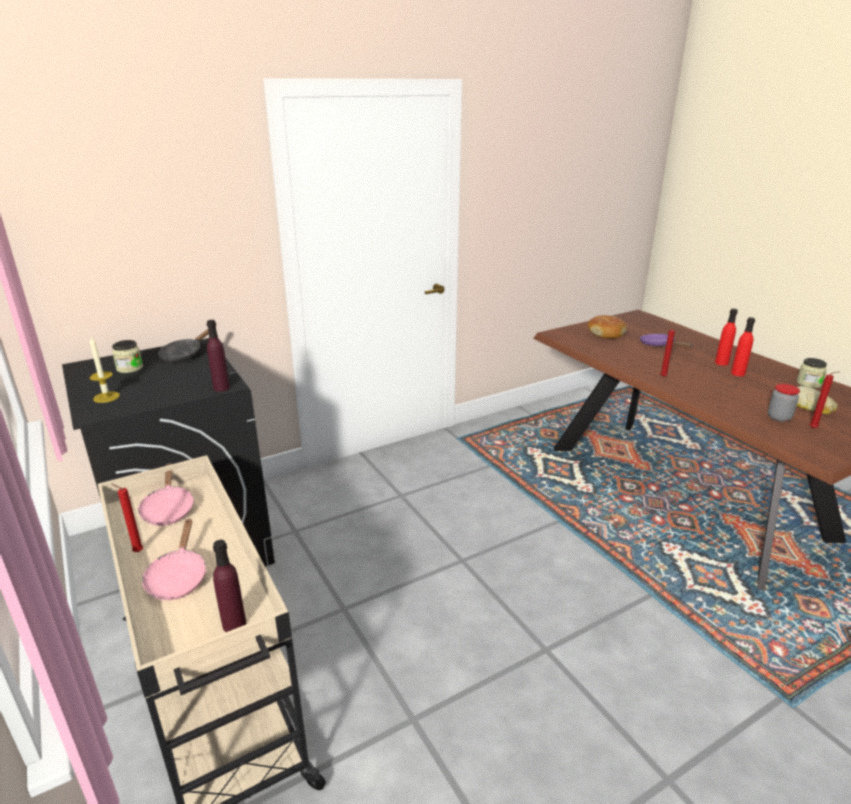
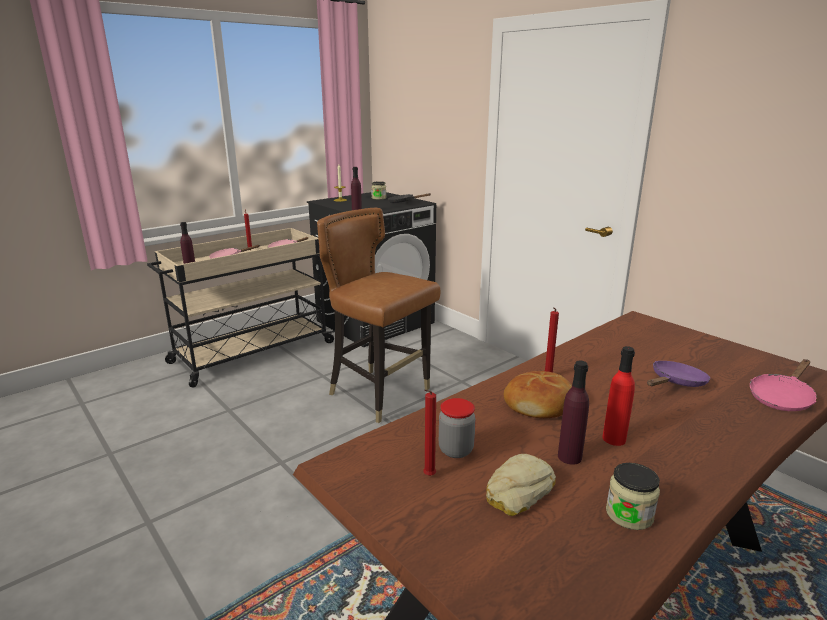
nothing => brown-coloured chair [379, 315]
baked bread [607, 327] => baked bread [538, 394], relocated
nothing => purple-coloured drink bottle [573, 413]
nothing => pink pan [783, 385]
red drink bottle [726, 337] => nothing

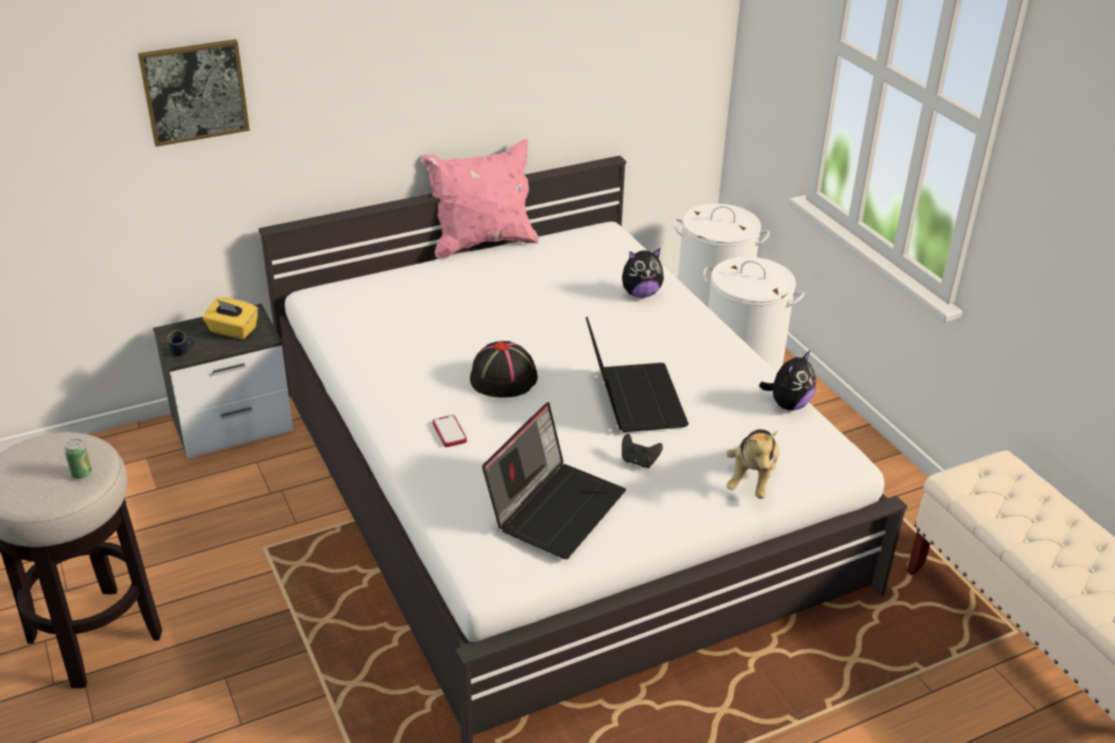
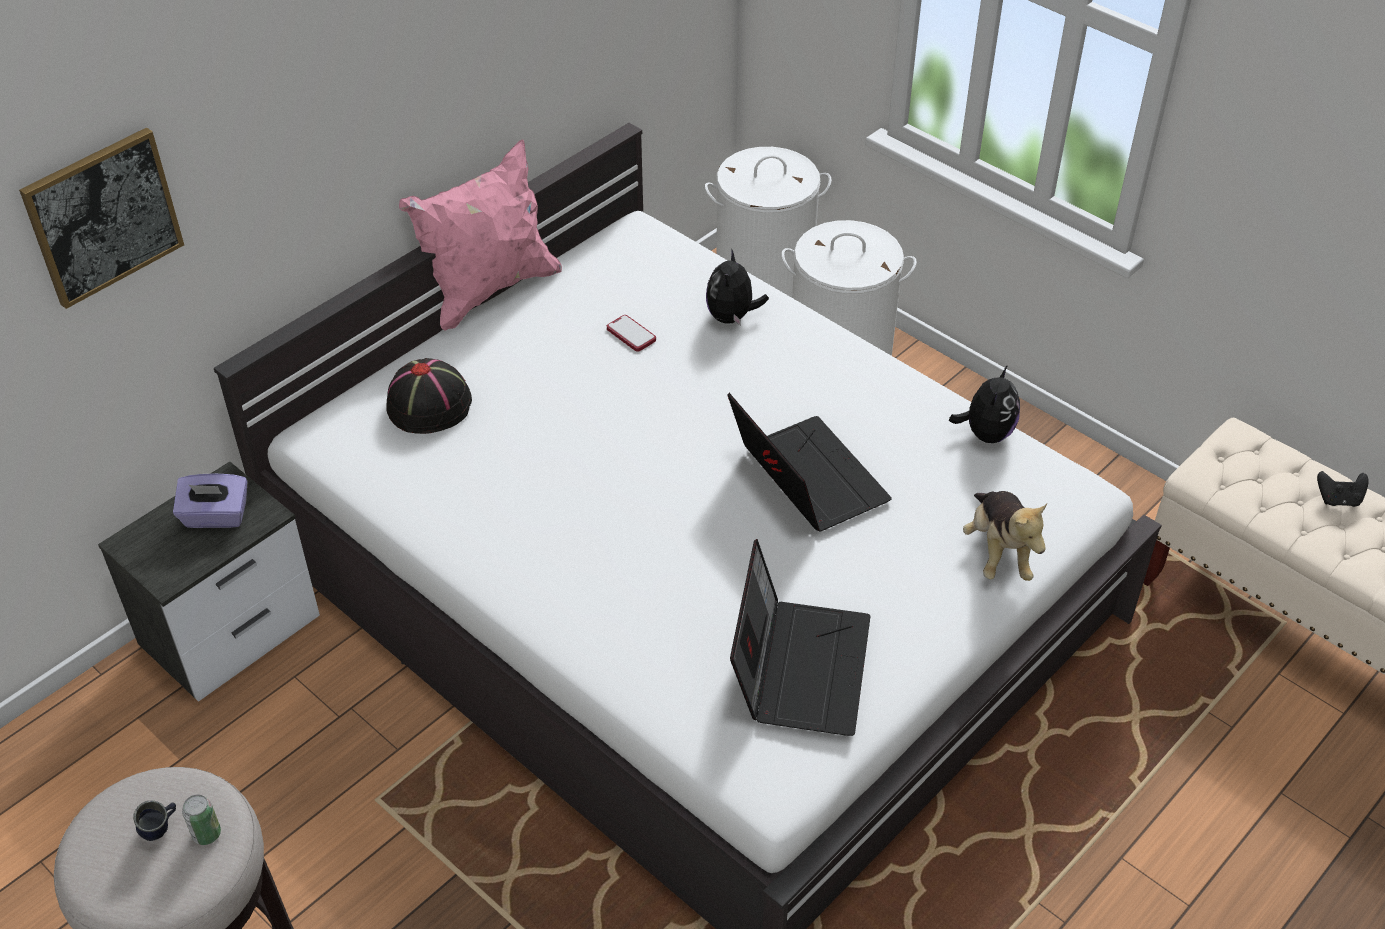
blue-coloured mug [180, 343] => blue-coloured mug [154, 820], relocated
yellow tissue box [230, 318] => purple-coloured tissue box [210, 500]
black clothing hat [504, 369] => black clothing hat [429, 396], relocated
telephone [450, 431] => telephone [631, 333], relocated
soft toy [643, 273] => soft toy [737, 287], 135 degrees clockwise
black joypad [642, 451] => black joypad [1343, 489], relocated

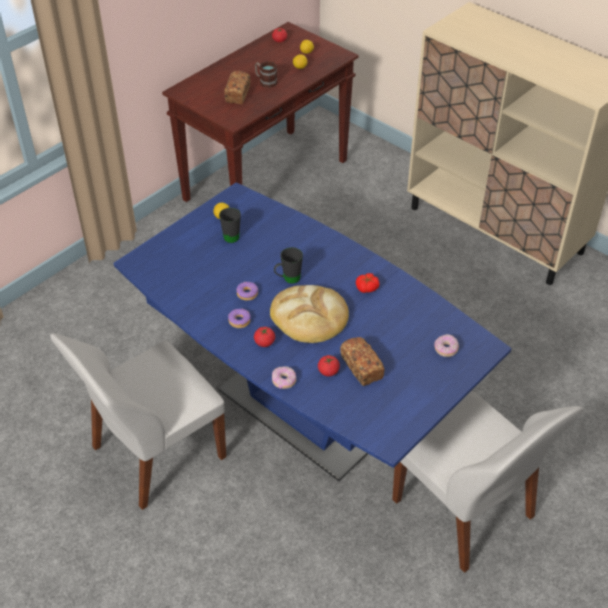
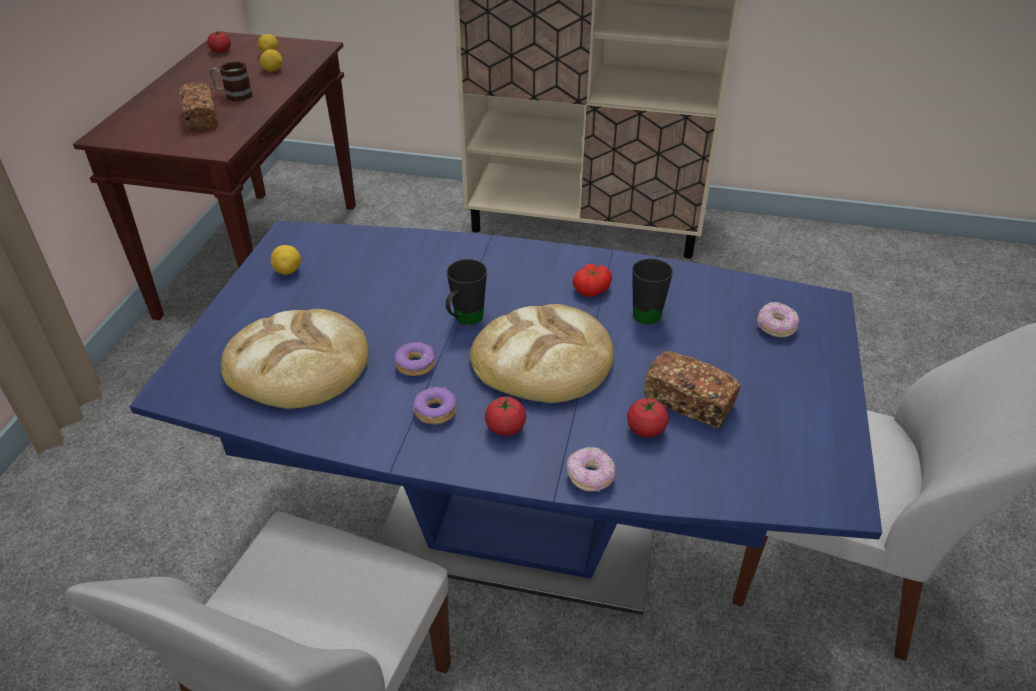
nothing => baked bread [295, 359]
black mug [230, 225] => black mug [652, 291], relocated

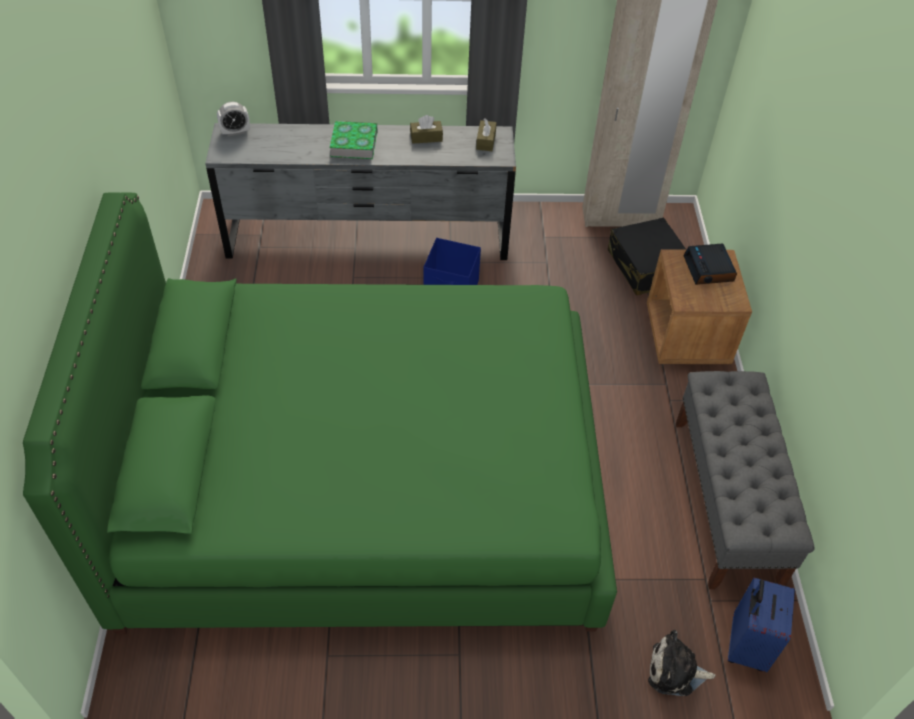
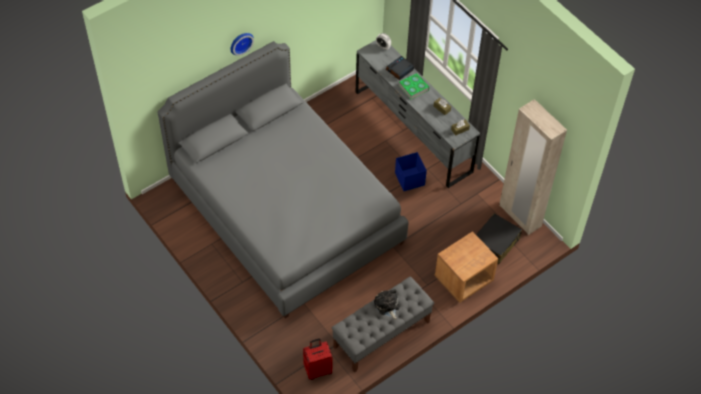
green bedroom bed [320, 413] => grey bedroom bed [283, 179]
nothing => hanging clock [242, 44]
blue-coloured piece of luggage [761, 624] => red piece of luggage [317, 359]
soft toy [682, 663] => soft toy [387, 304], relocated
alarm clock [710, 264] => alarm clock [400, 68], relocated

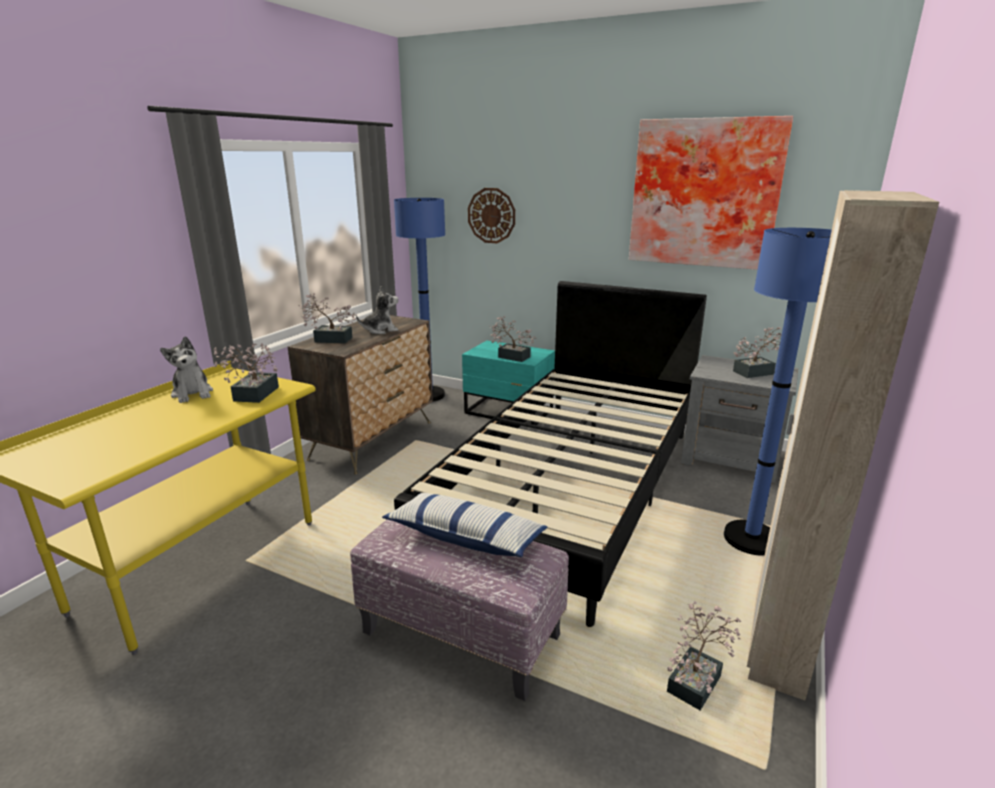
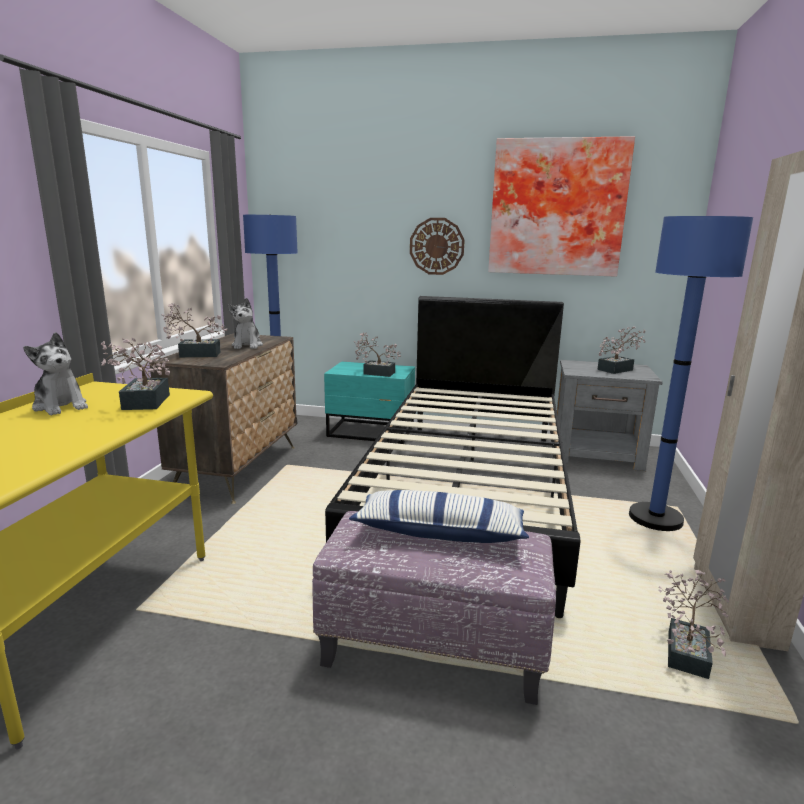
soft toy [377, 310] => soft toy [245, 323], 120 degrees clockwise
hanging clock [491, 215] => hanging clock [437, 246], relocated

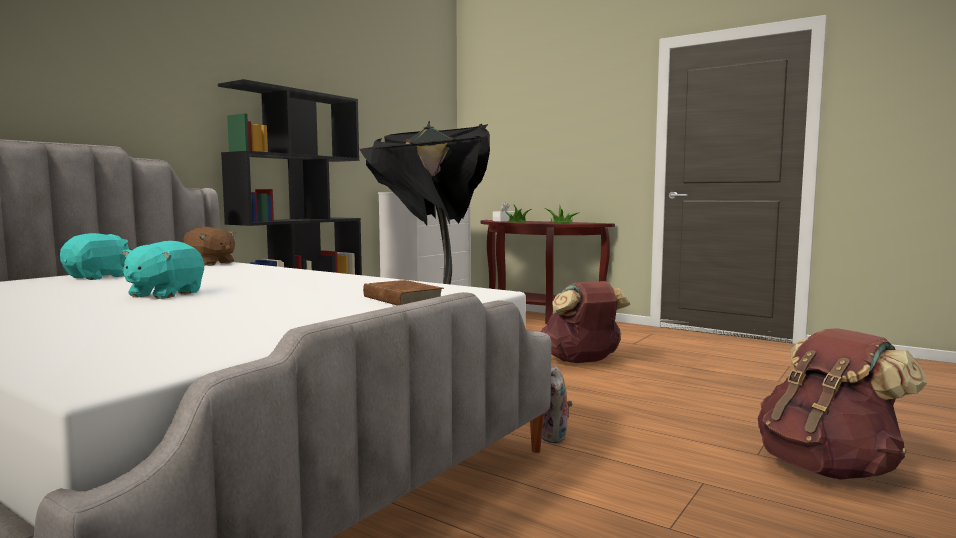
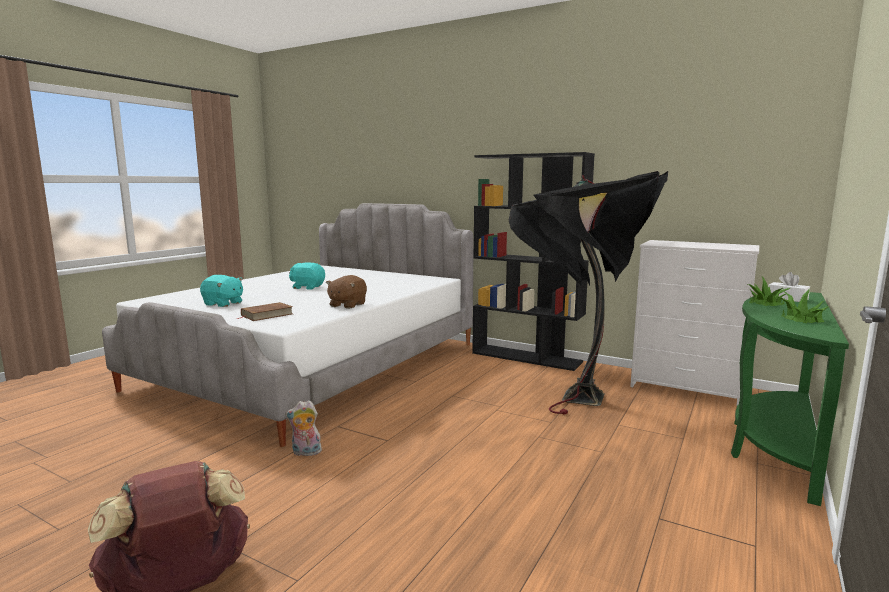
blue-green soft toy [95, 256] => blue-green soft toy [221, 291], relocated
brown-coloured soft toy [209, 246] => brown-coloured soft toy [346, 292], relocated
brown-coloured hall table [547, 272] => green hall table [790, 399]
brown-coloured backpack [585, 322] => nothing

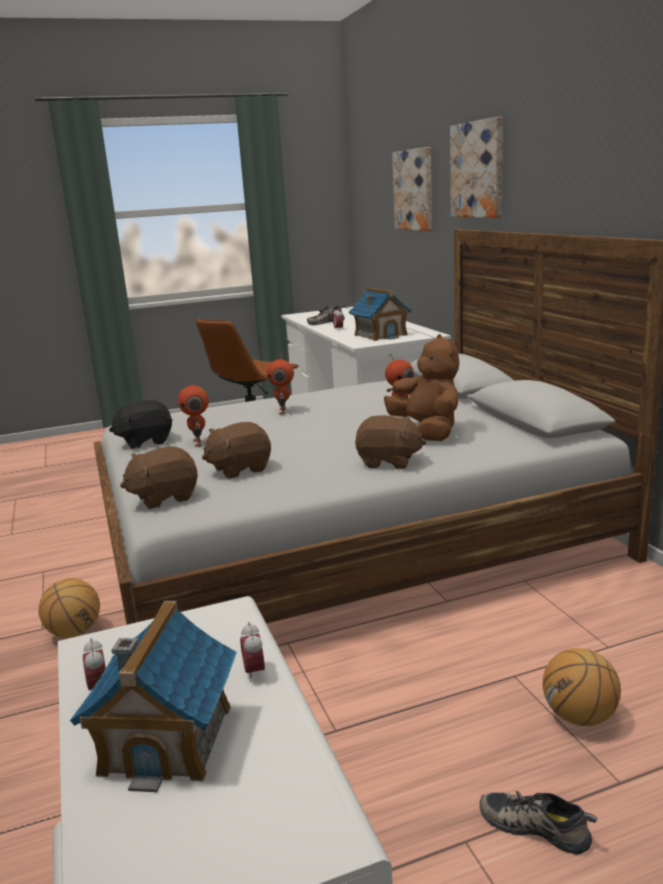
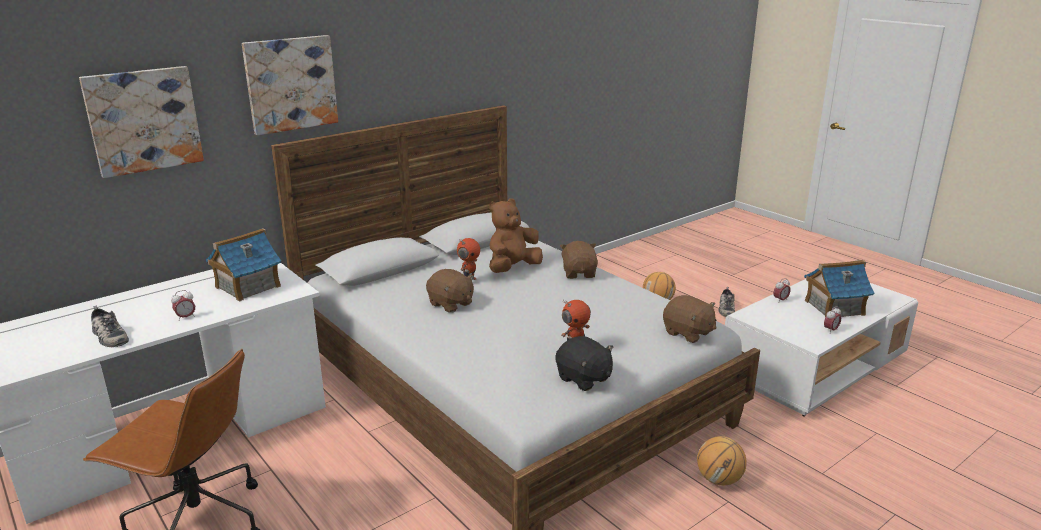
brown-coloured soft toy [236, 450] => brown-coloured soft toy [450, 291], relocated
model robot [280, 383] => nothing

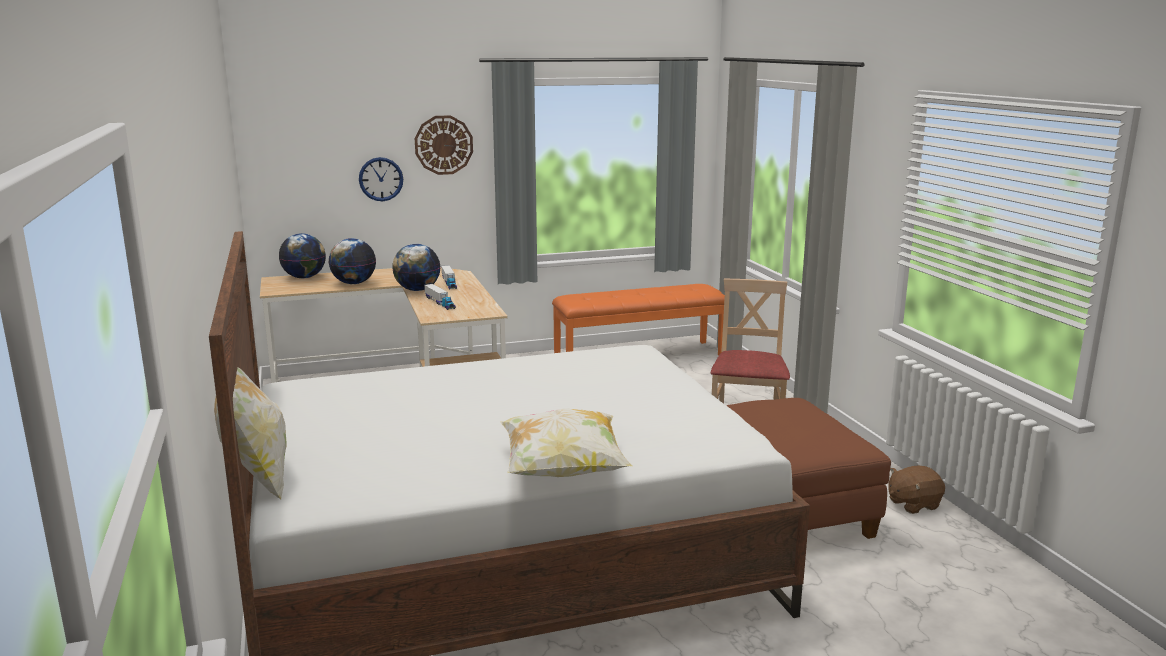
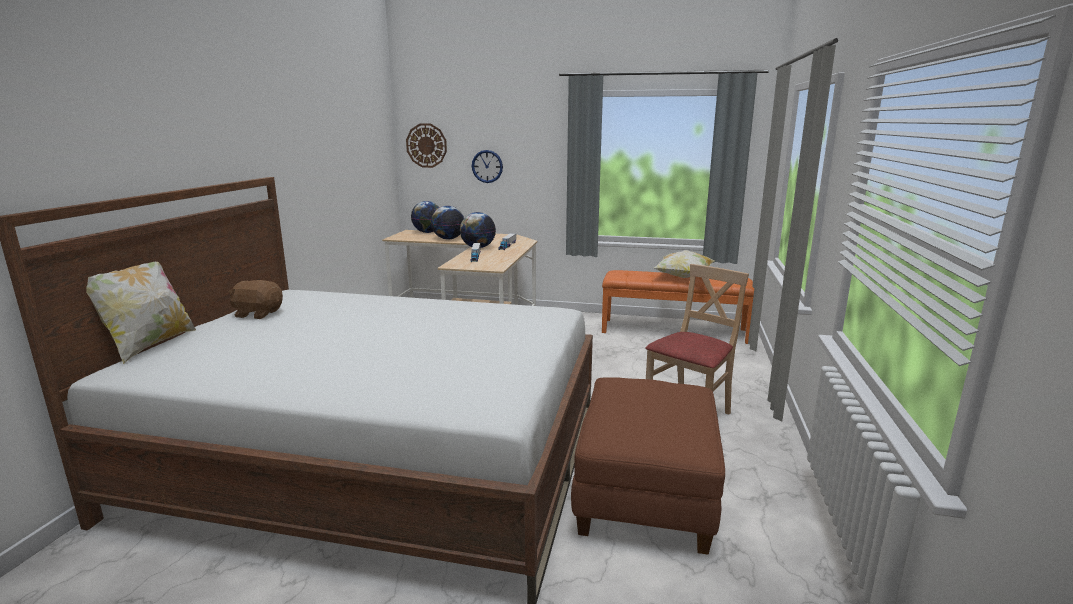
brown-coloured soft toy [916, 490] => brown-coloured soft toy [256, 299], relocated
hanging clock [444, 145] => hanging clock [426, 145], relocated
throw pillow [566, 443] => throw pillow [684, 264], relocated

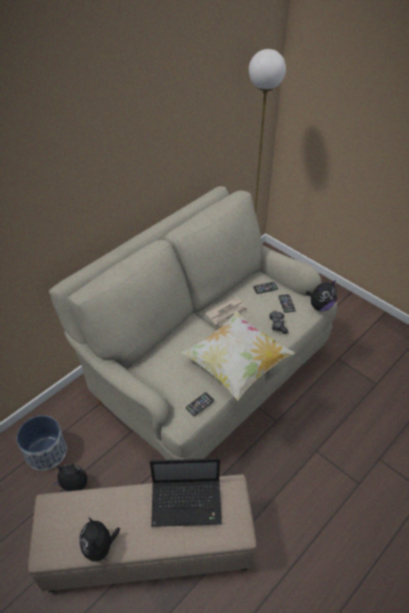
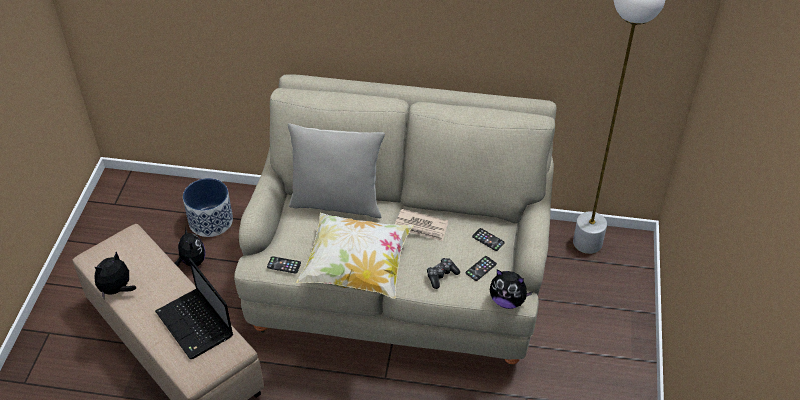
nothing => grey throw pillow [336, 170]

